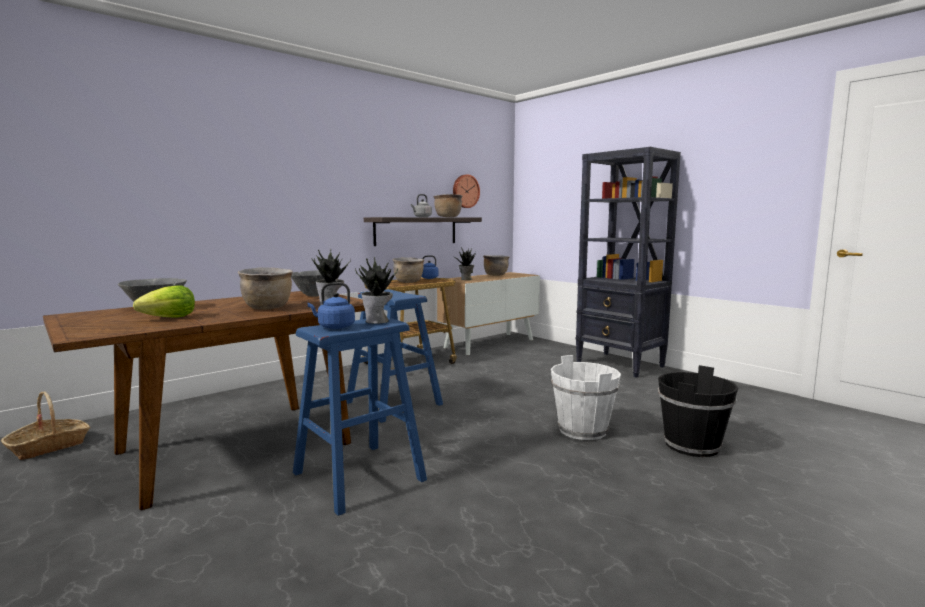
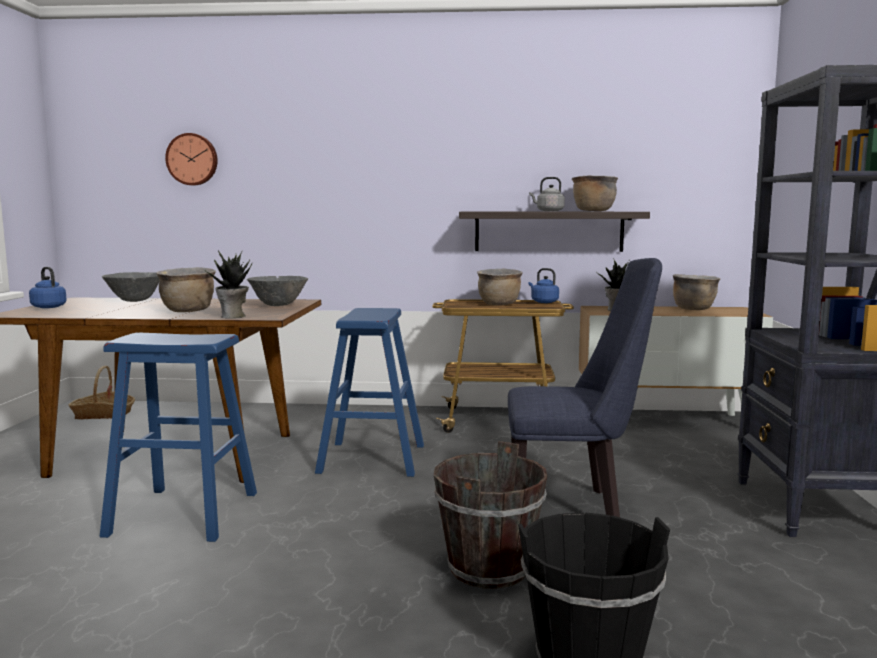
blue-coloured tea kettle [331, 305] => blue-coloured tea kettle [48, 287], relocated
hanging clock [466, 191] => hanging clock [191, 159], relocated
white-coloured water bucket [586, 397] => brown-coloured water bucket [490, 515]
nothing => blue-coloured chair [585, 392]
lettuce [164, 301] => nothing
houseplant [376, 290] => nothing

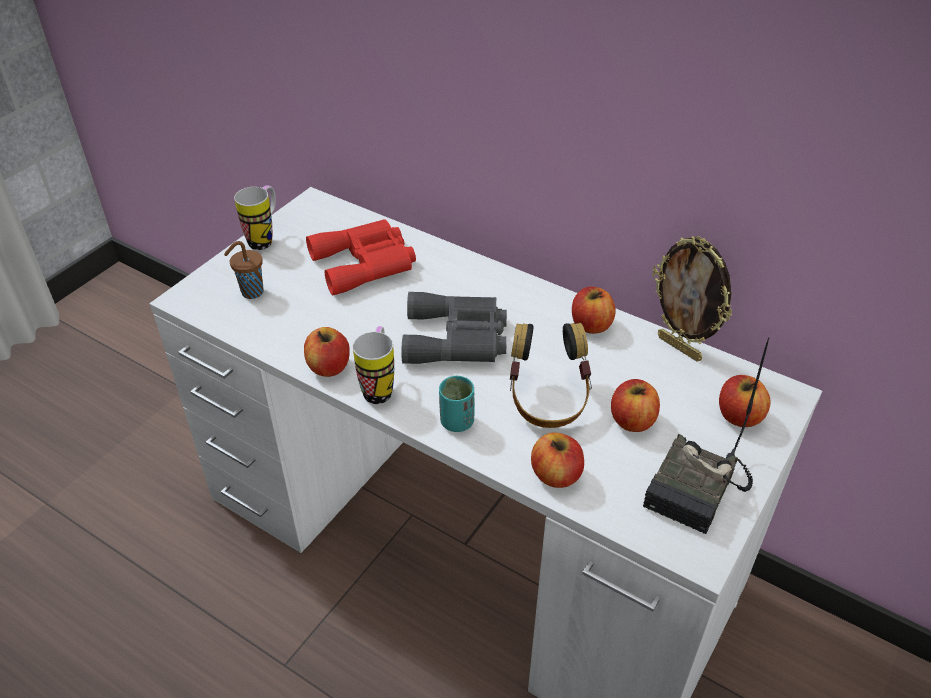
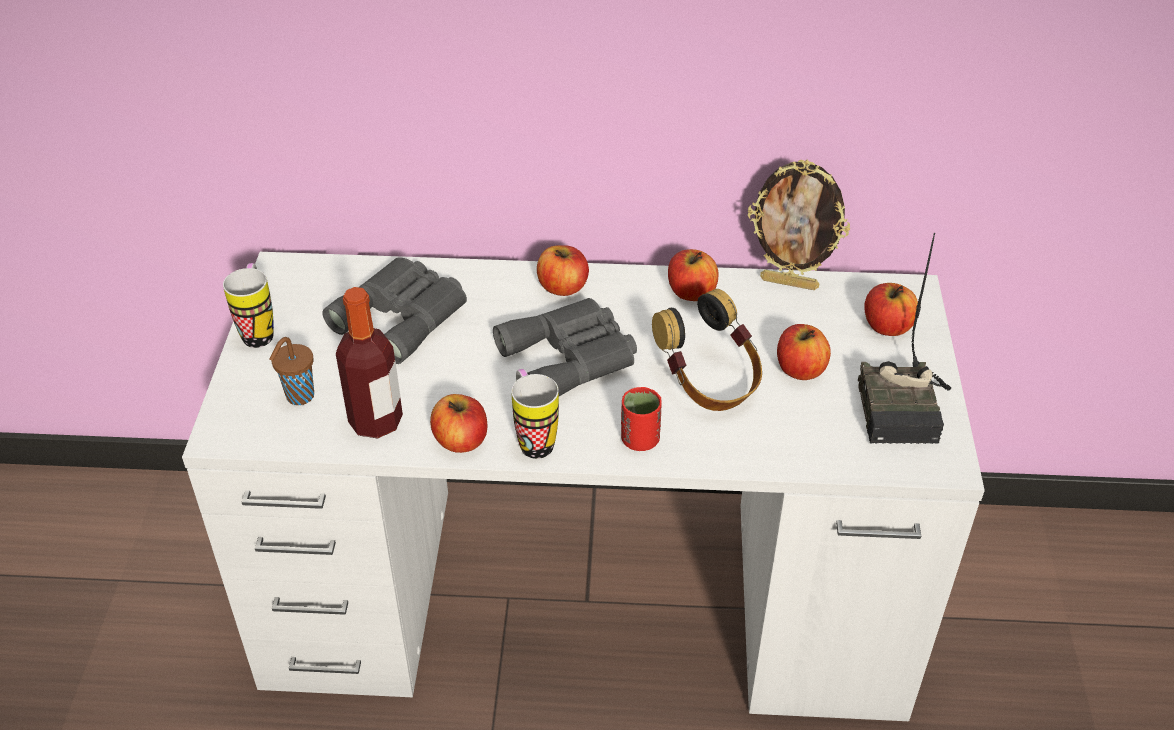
red binoculars [361, 257] => grey binoculars [394, 311]
nothing => drink bottle [369, 362]
whole apple [557, 460] => whole apple [563, 270], relocated
blue-green drinking cup [457, 404] => red drinking cup [641, 419]

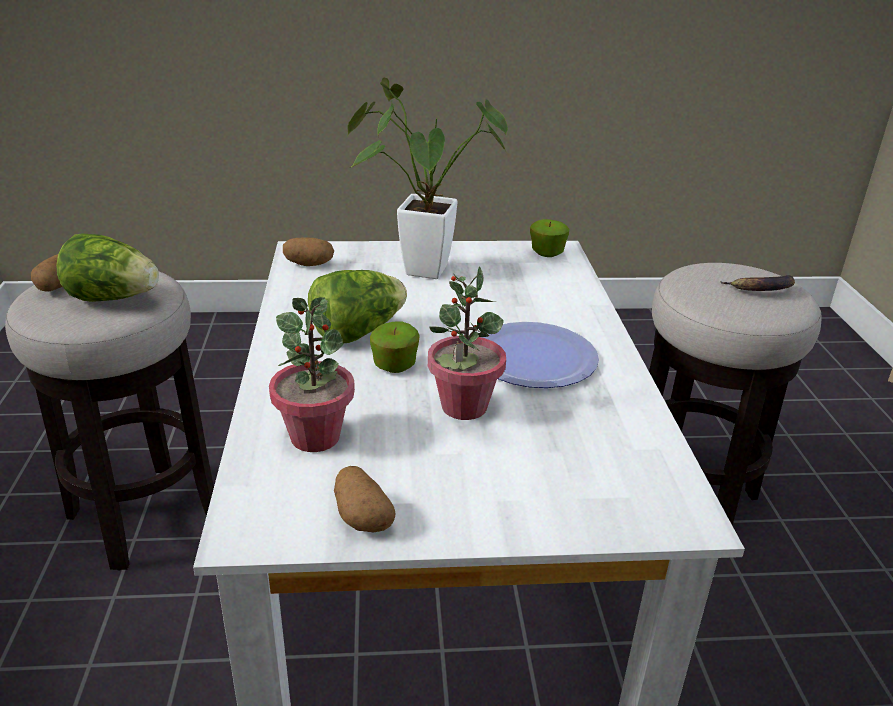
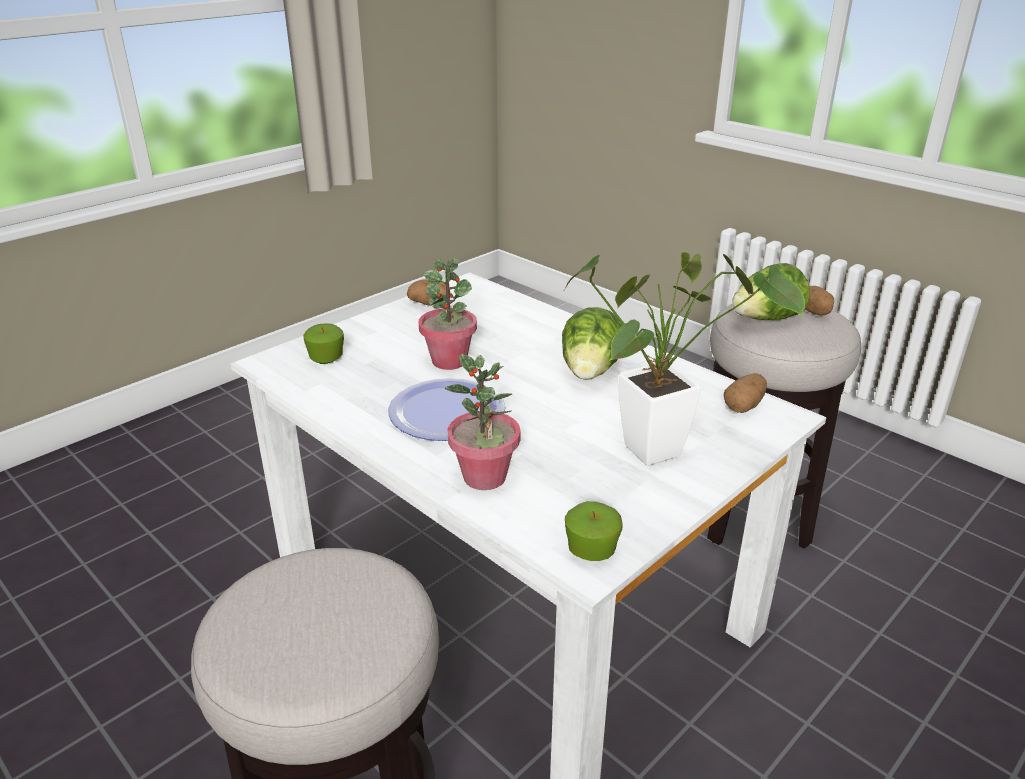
whole apple [395, 347] => whole apple [323, 343], relocated
houseplant [312, 374] => houseplant [482, 422], relocated
whole banana [757, 283] => nothing

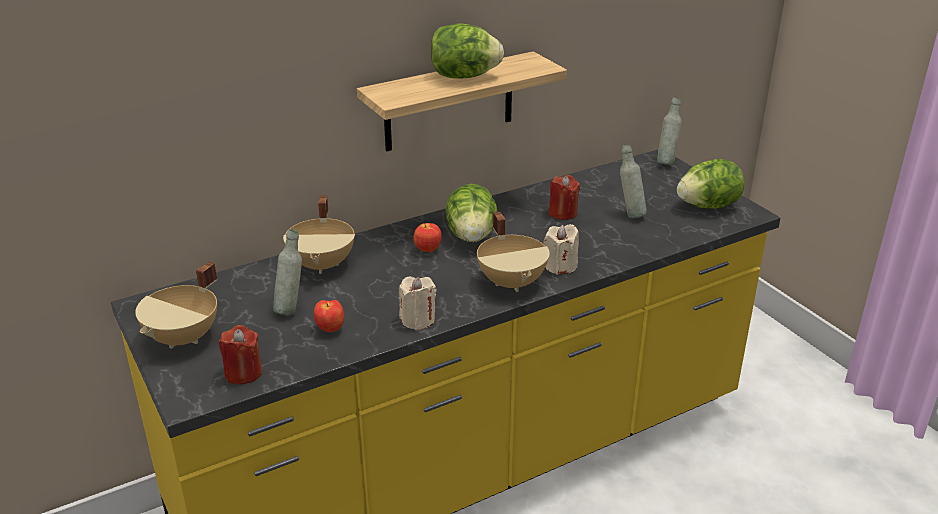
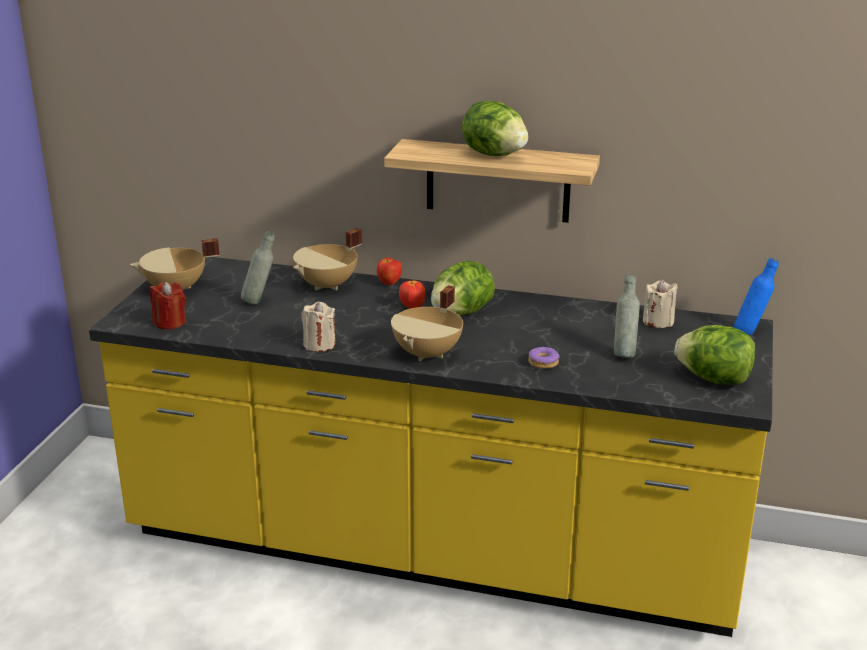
whole apple [329, 316] => whole apple [389, 271], relocated
nothing => donut [543, 358]
beige candle [561, 249] => beige candle [660, 303], relocated
grey drink bottle [669, 131] => blue-coloured drink bottle [756, 296]
red candle [564, 197] => nothing

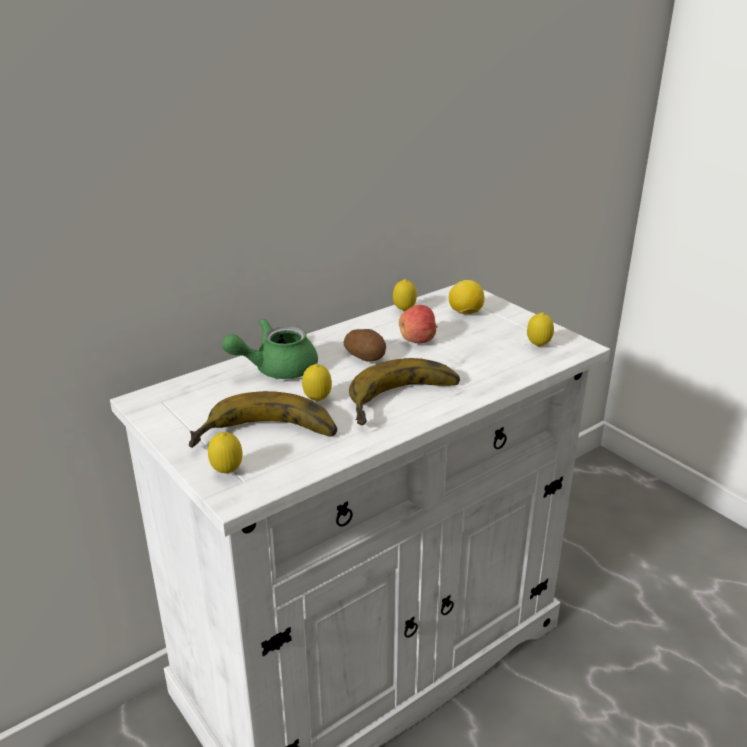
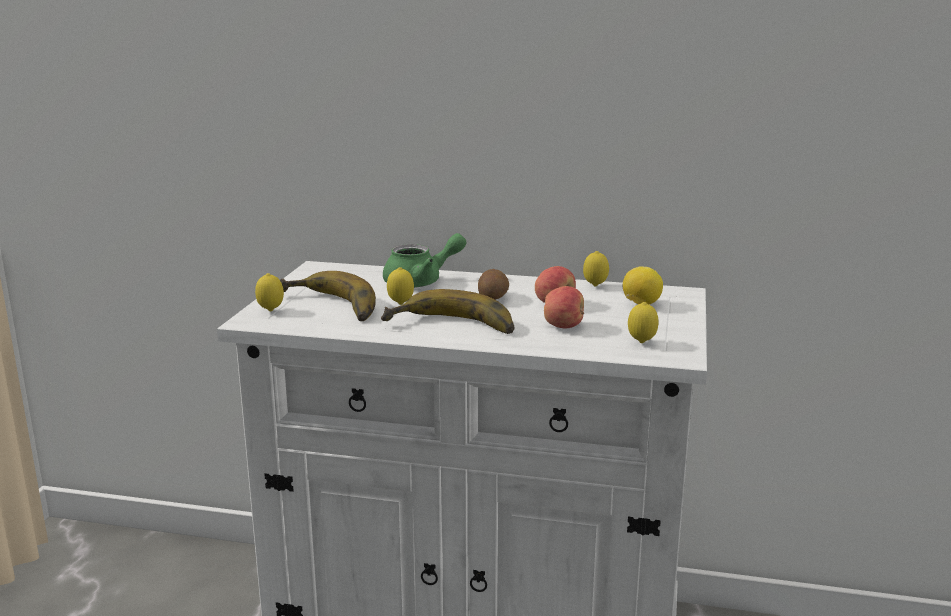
green teapot [270, 349] => green teapot [424, 260], 135 degrees clockwise
nothing => whole apple [564, 307]

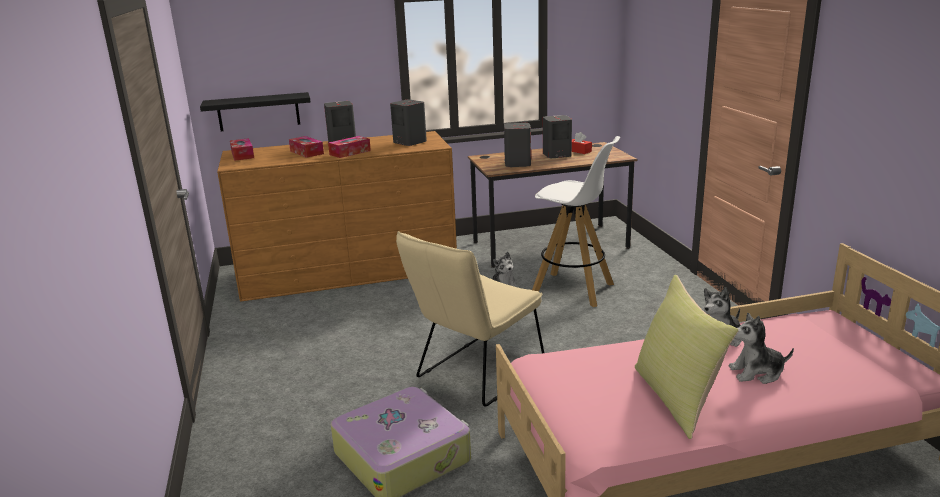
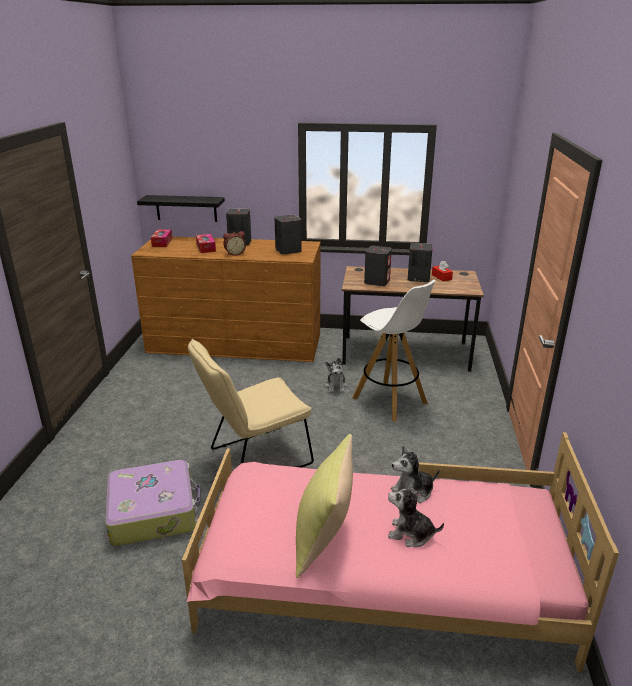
tissue box [349, 147] => alarm clock [234, 243]

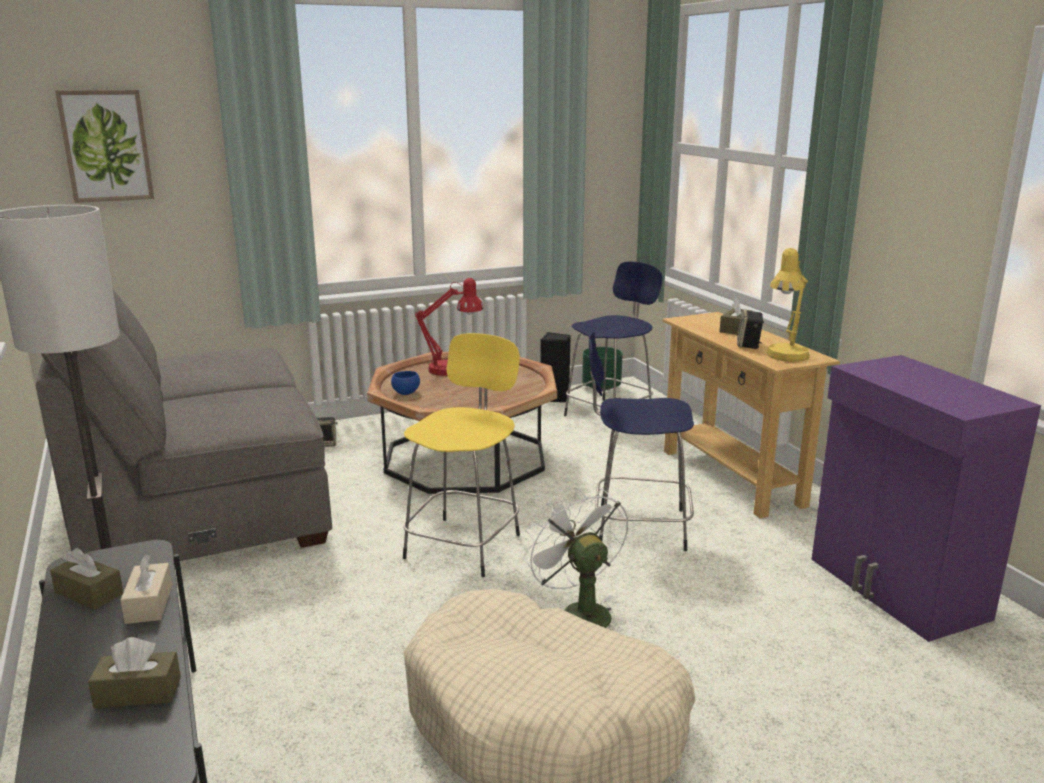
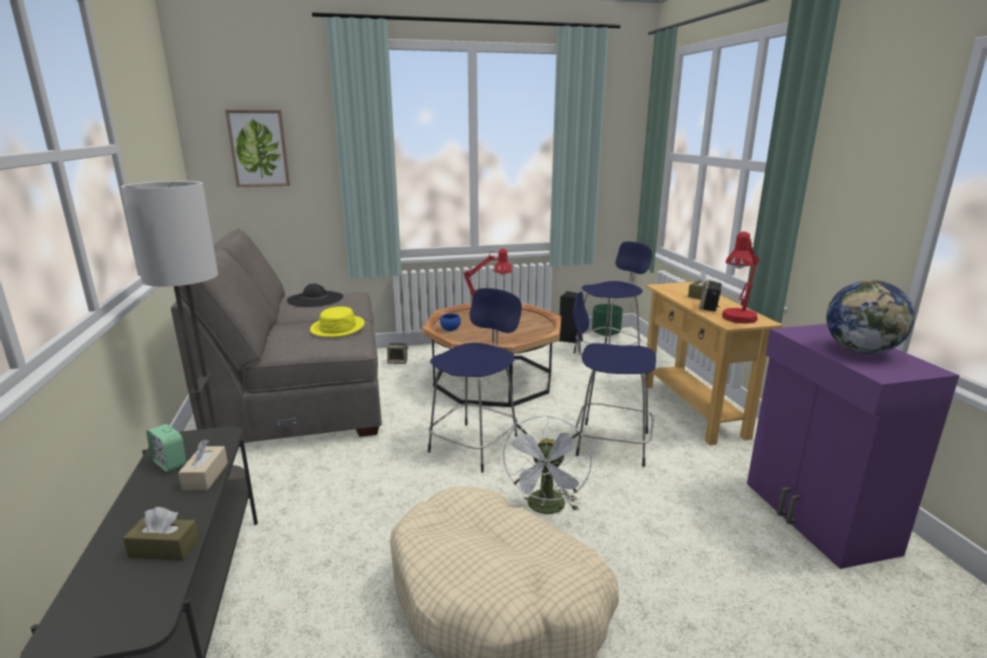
brown-coloured tissue box [86, 579] => alarm clock [166, 448]
nothing => black clothing hat [315, 295]
nothing => yellow clothing hat [337, 322]
yellow sitting stool [461, 455] => blue-coloured sitting stool [475, 380]
white-coloured fan [576, 557] => white-coloured fan [547, 464], 150 degrees counterclockwise
yellow table lamp [788, 305] => red table lamp [741, 278]
nothing => globe [870, 317]

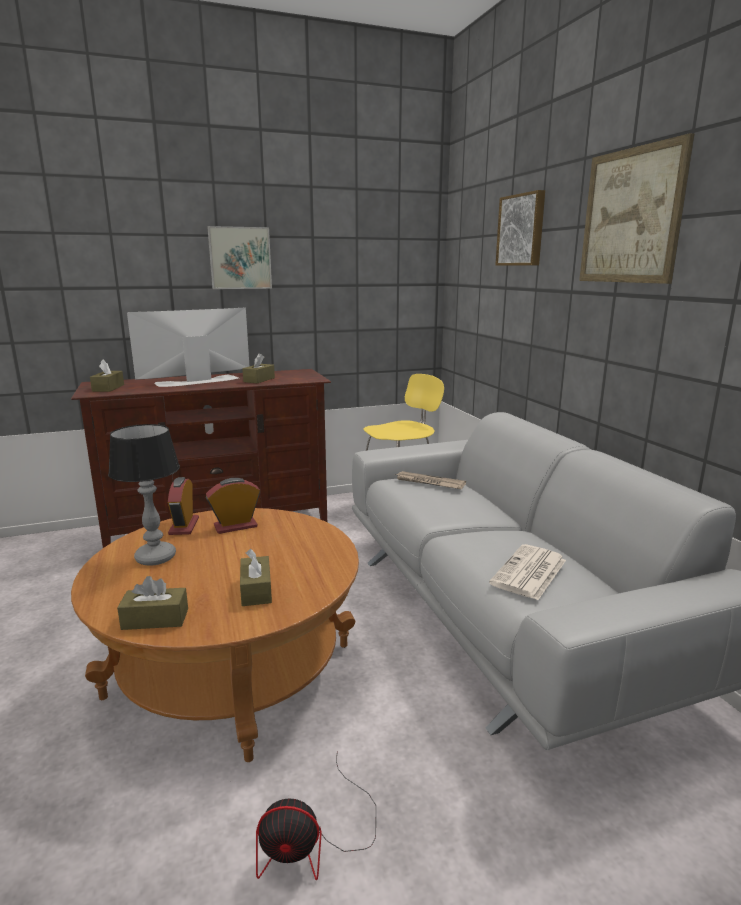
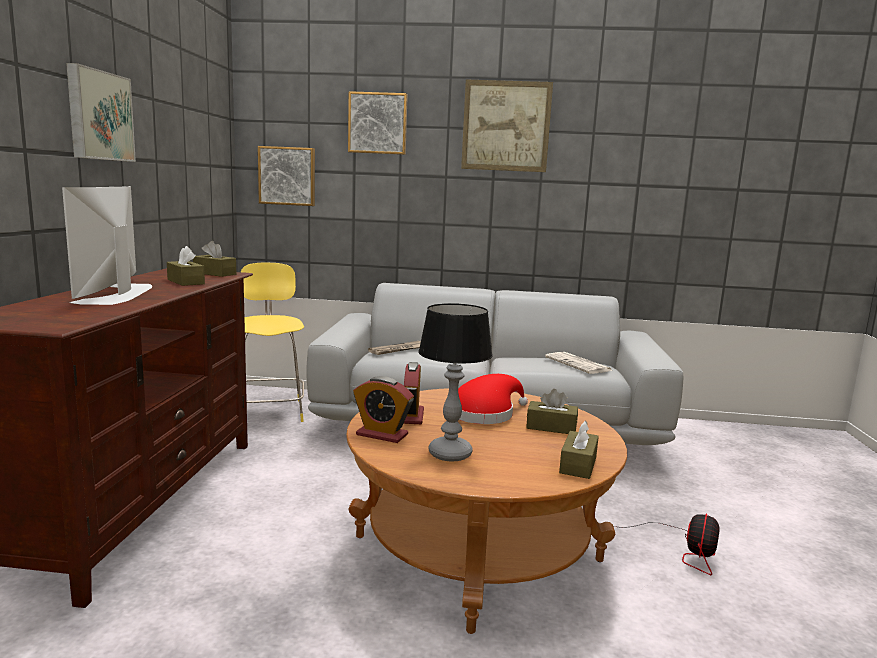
brown-coloured tissue box [107, 375] => brown-coloured tissue box [214, 259], relocated
nothing => wall art [286, 176]
nothing => red clothing hat [493, 399]

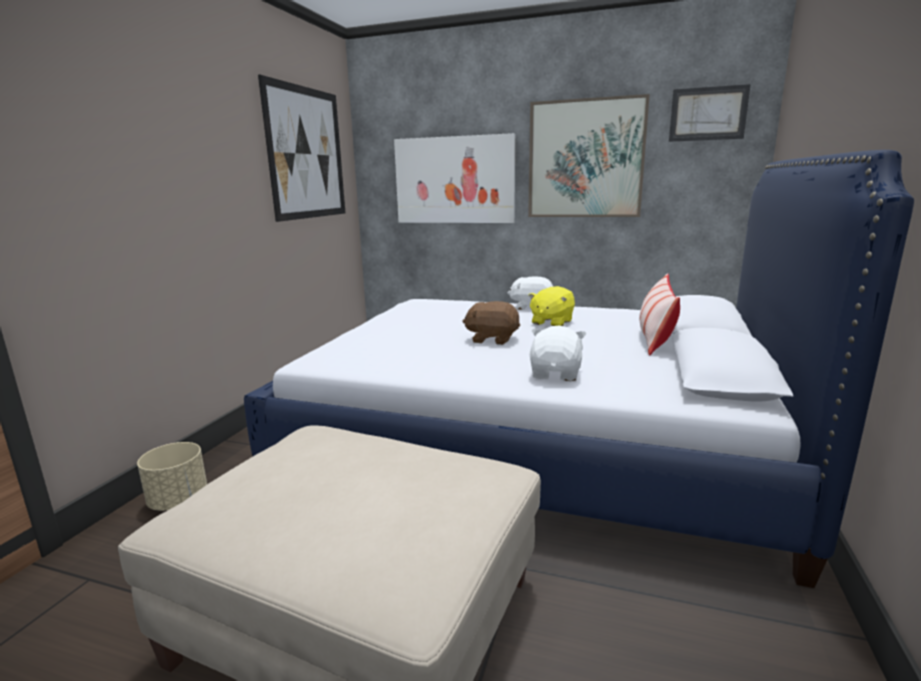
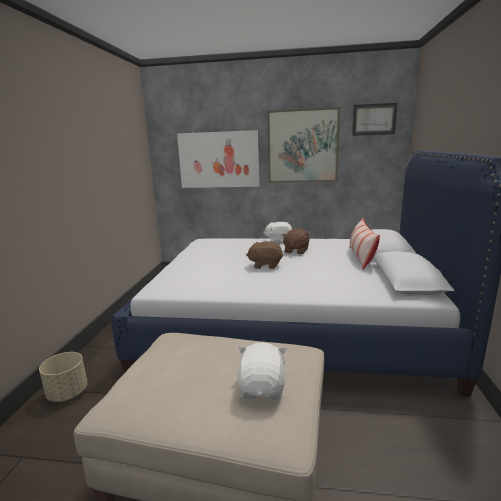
white-coloured soft toy [558, 353] => white-coloured soft toy [262, 371], relocated
yellow soft toy [552, 306] => brown-coloured soft toy [296, 241]
wall art [301, 148] => nothing

